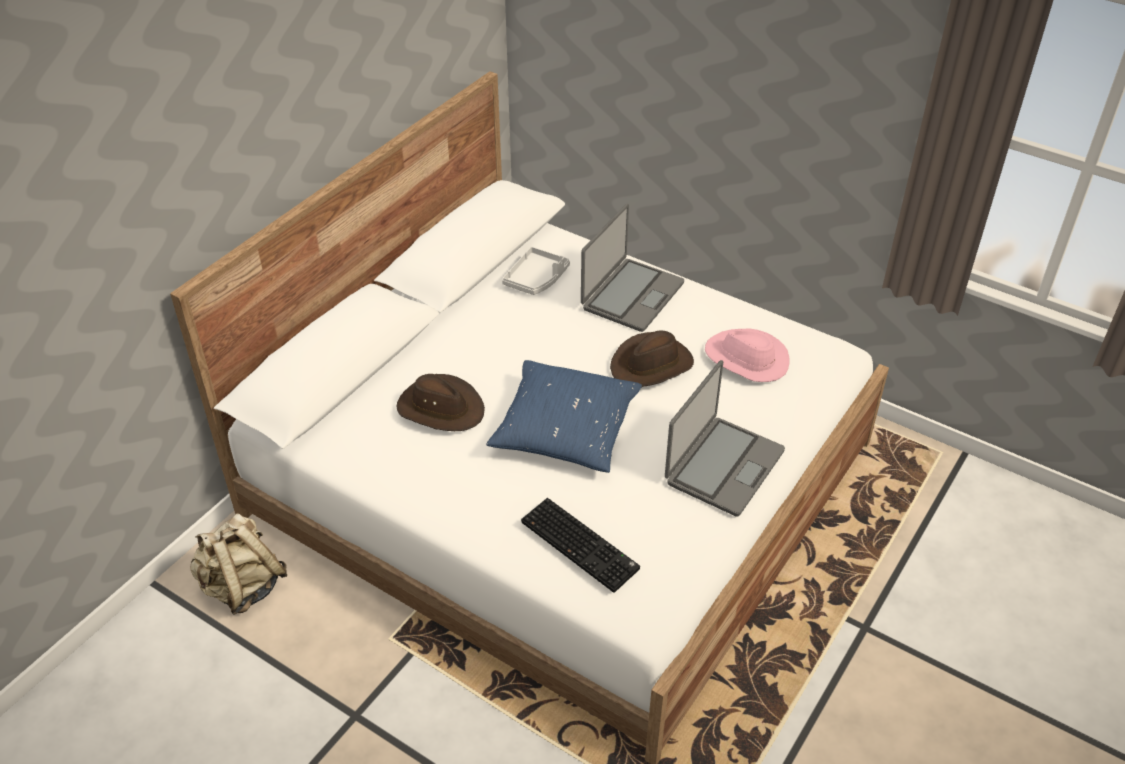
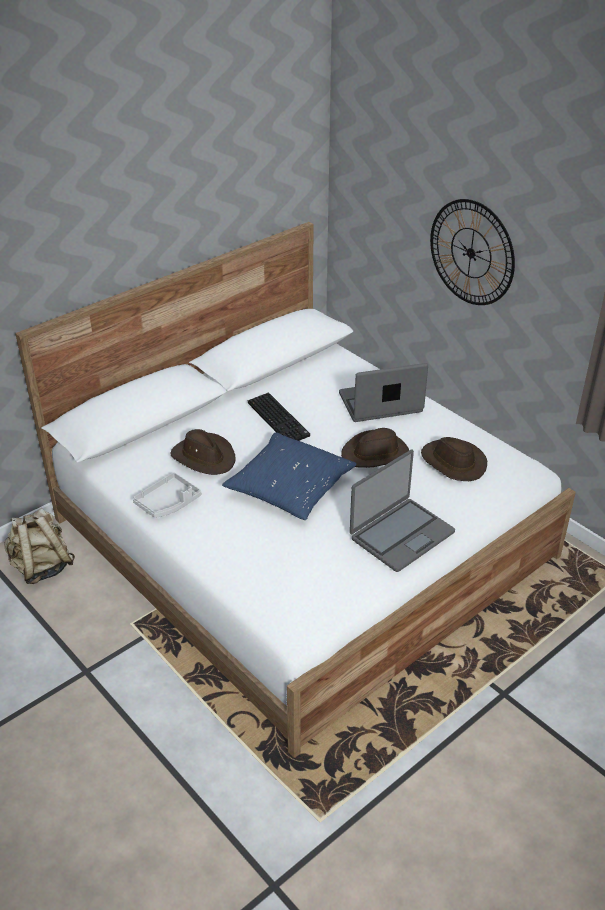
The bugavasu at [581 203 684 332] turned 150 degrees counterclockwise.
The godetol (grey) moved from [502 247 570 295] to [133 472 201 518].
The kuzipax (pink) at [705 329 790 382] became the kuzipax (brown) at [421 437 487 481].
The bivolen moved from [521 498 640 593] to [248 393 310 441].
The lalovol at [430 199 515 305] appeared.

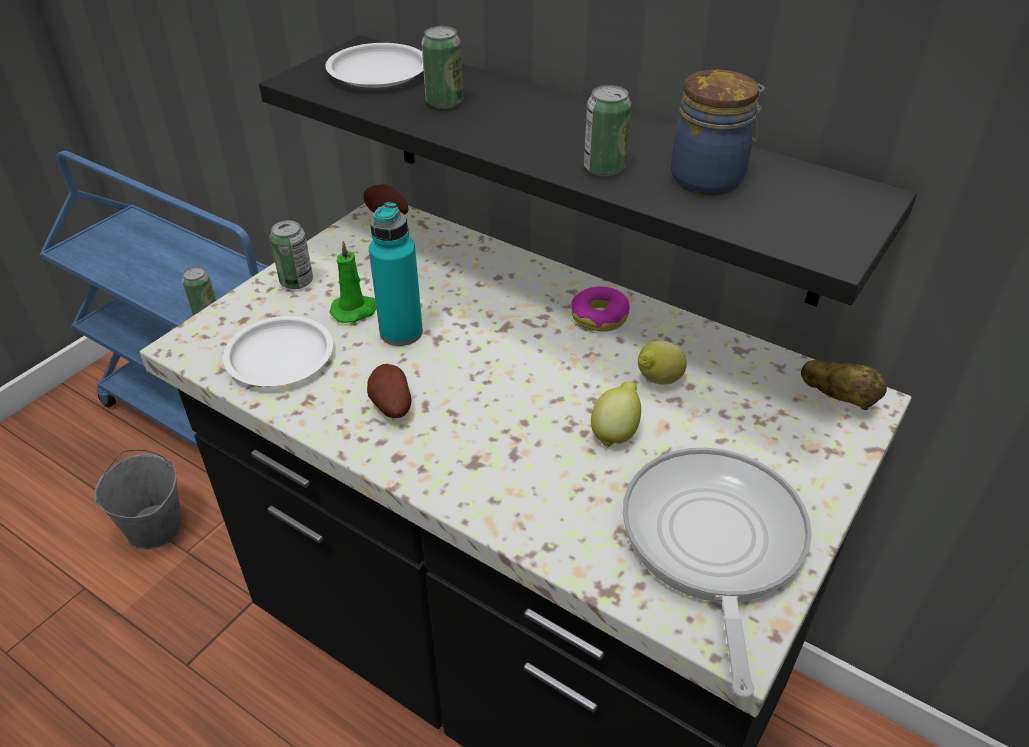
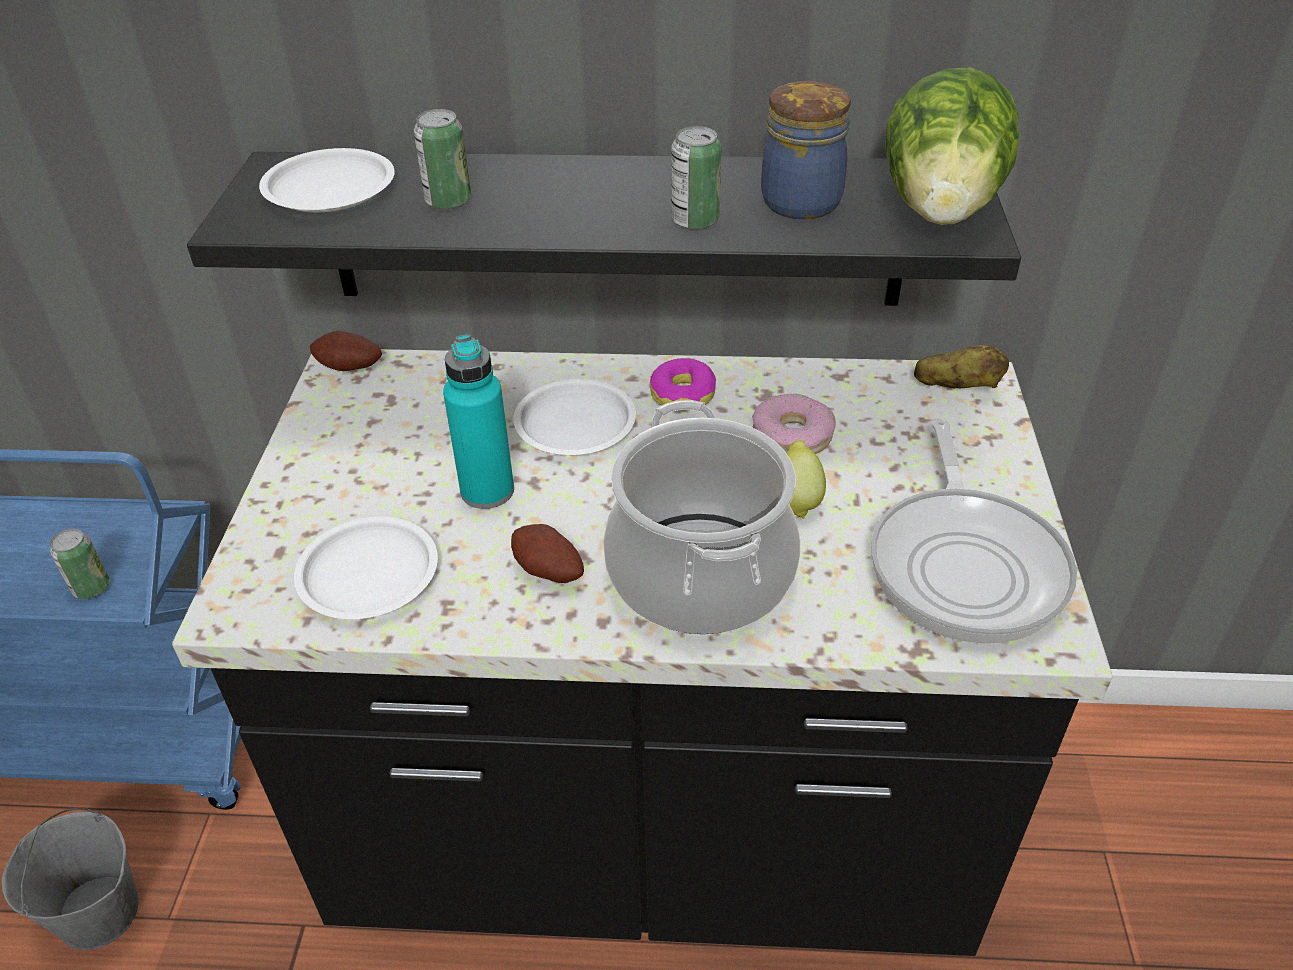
The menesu at [270 220 313 289] disappeared.
The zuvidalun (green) at [330 241 377 323] disappeared.
The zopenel at [638 340 687 385] was replaced by the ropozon at [752 393 836 454].
The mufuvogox at [622 447 812 698] turned 150 degrees counterclockwise.
The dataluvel at [885 68 1019 225] appeared.
The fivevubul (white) at [513 379 636 455] appeared.
The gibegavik at [603 400 800 634] appeared.

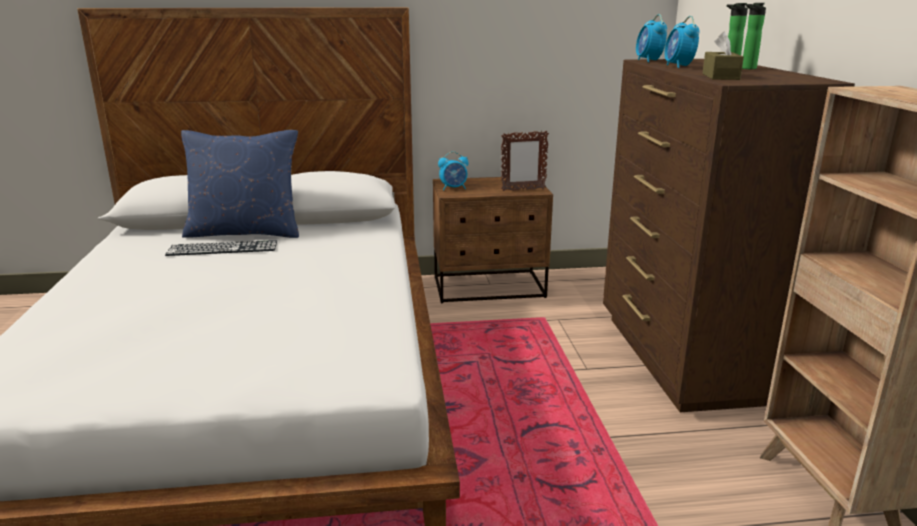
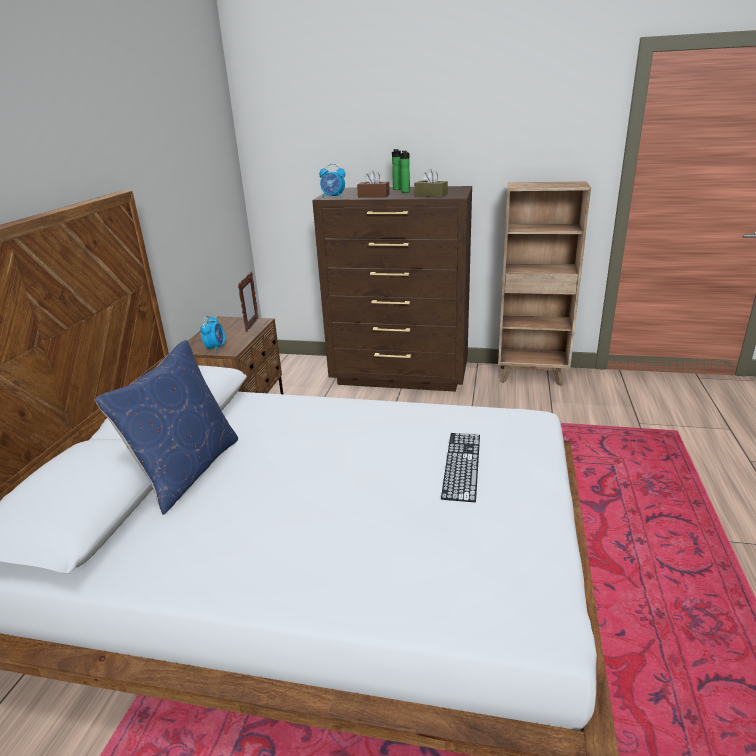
The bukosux at [664 16 699 68] was replaced by the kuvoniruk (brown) at [357 170 390 198].
The bivolen moved from [165 240 277 256] to [441 433 480 502].

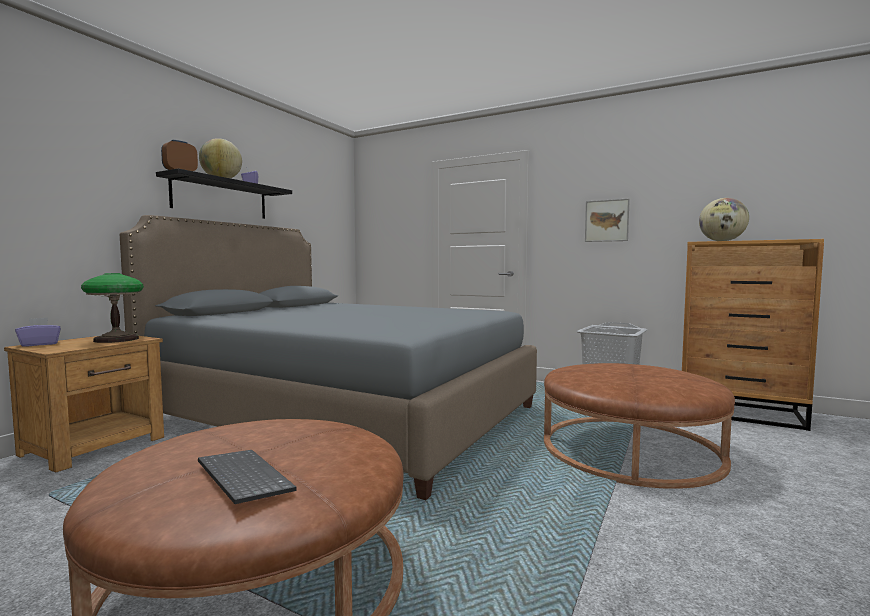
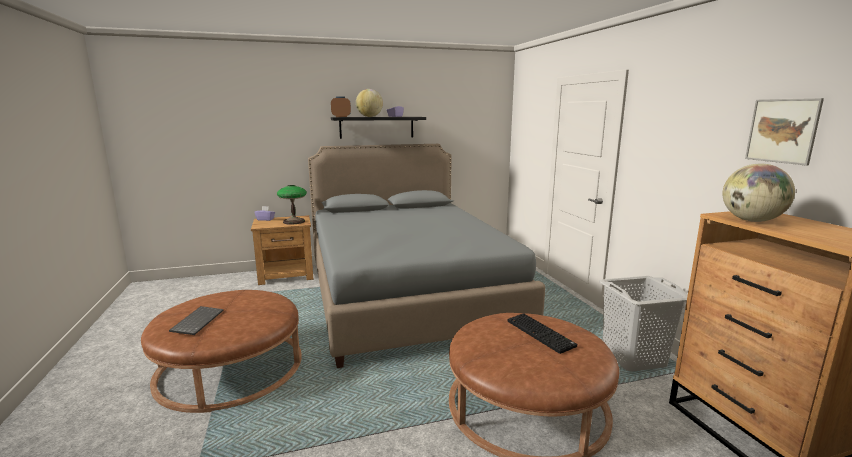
The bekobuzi moved from [585 198 630 242] to [745 98 824 166].
The bivolen at [507 313 577 354] appeared.

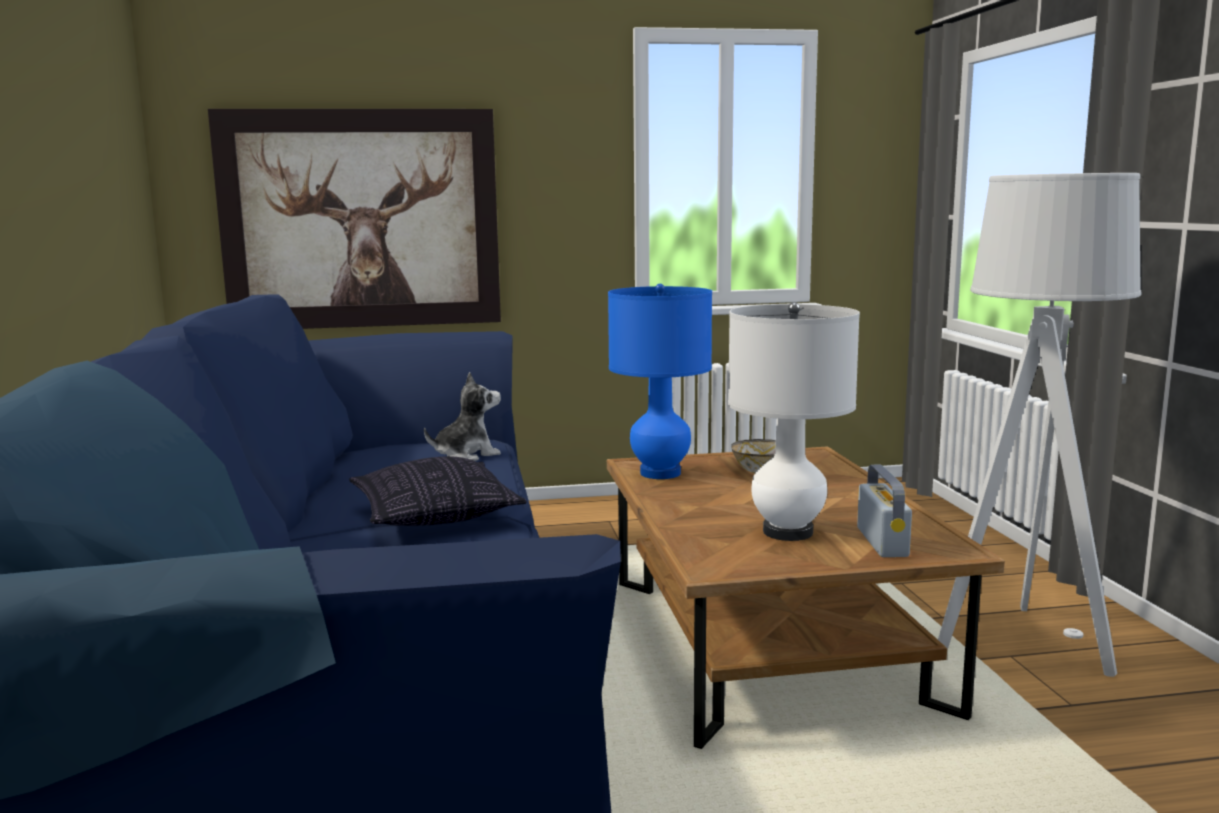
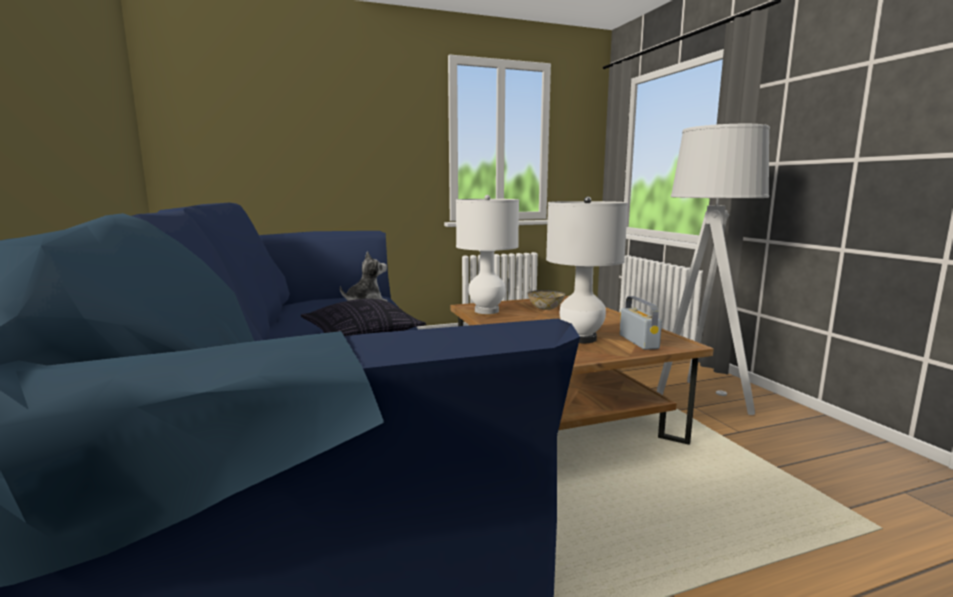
The bekobuzi at [208 109 501 329] disappeared.
The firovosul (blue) at [608 284 712 479] became the firovosul (white) at [456 195 519 314].

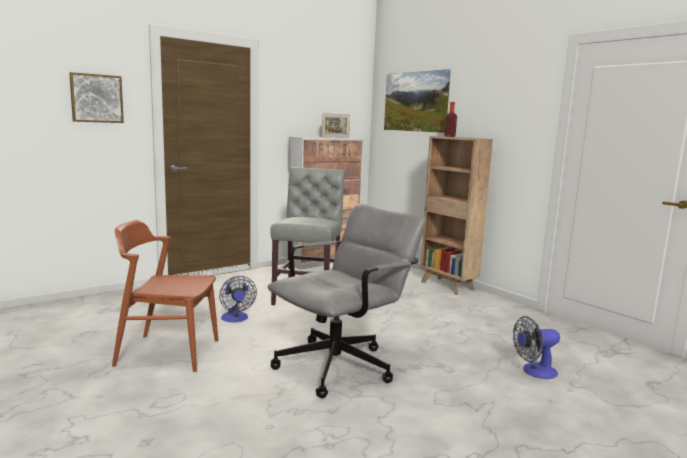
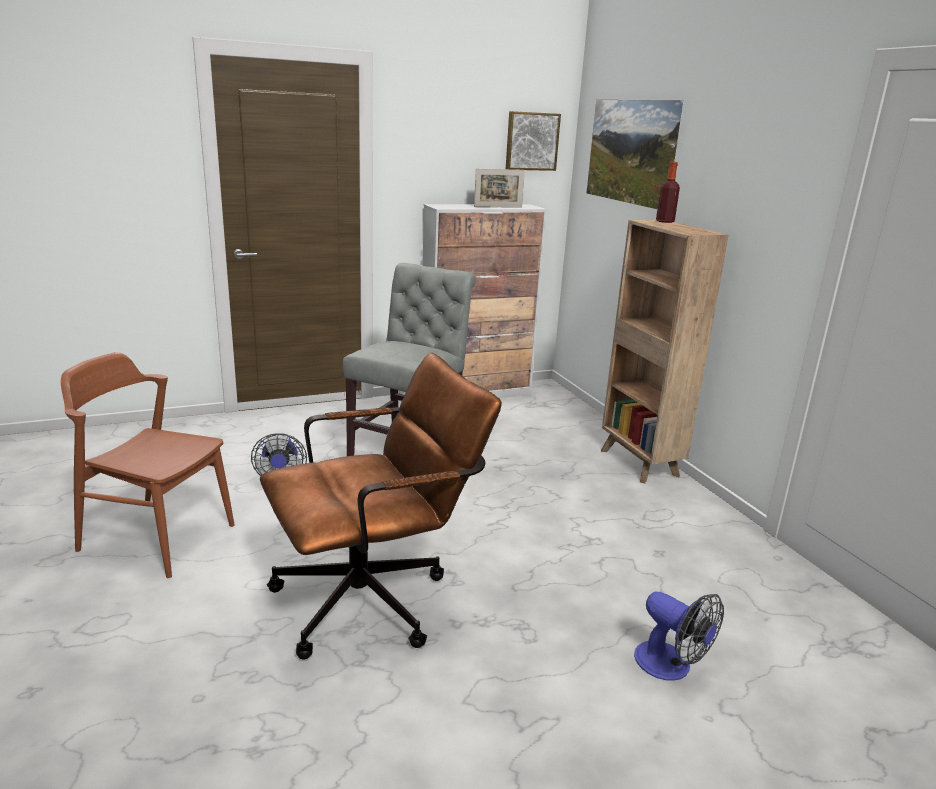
The bekobuzi moved from [69 72 124 123] to [506 111 561 171].
The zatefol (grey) at [268 204 427 398] became the zatefol (brown) at [260 353 502 660].
The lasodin at [513 316 560 379] turned 135 degrees counterclockwise.

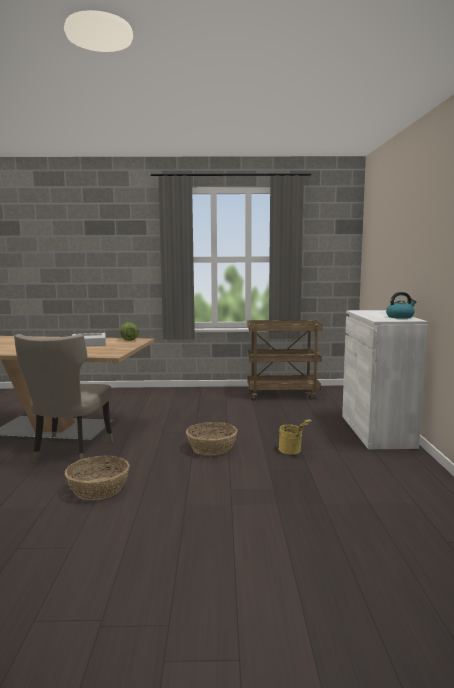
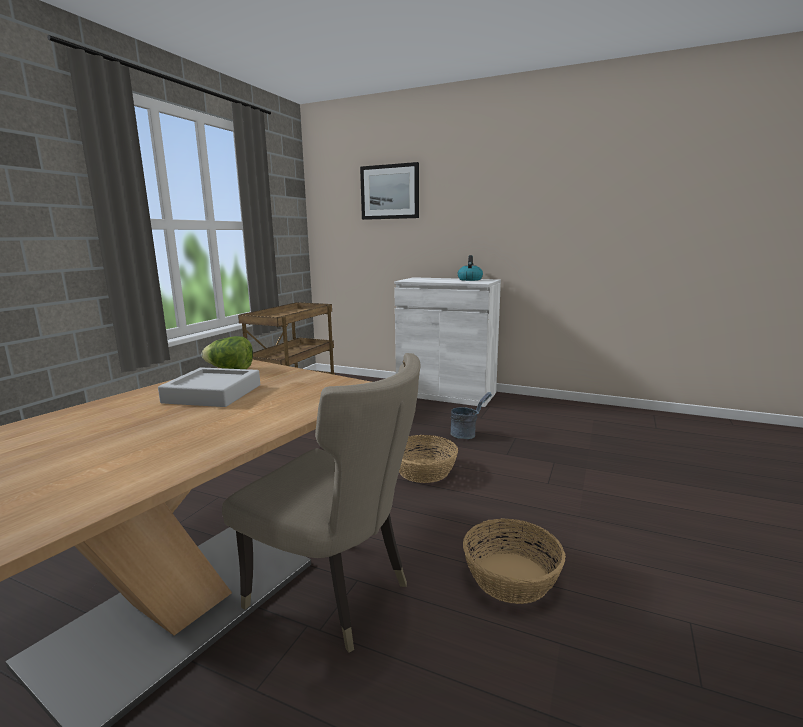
The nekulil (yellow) at [279 419 312 455] became the nekulil (grey) at [451 392 492 439].
The bekobuzi at [360 162 419 220] appeared.

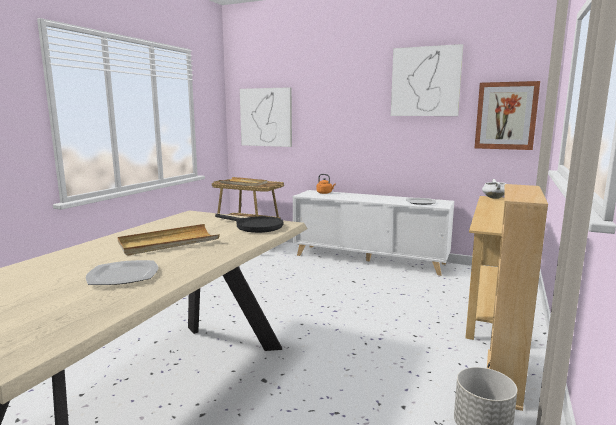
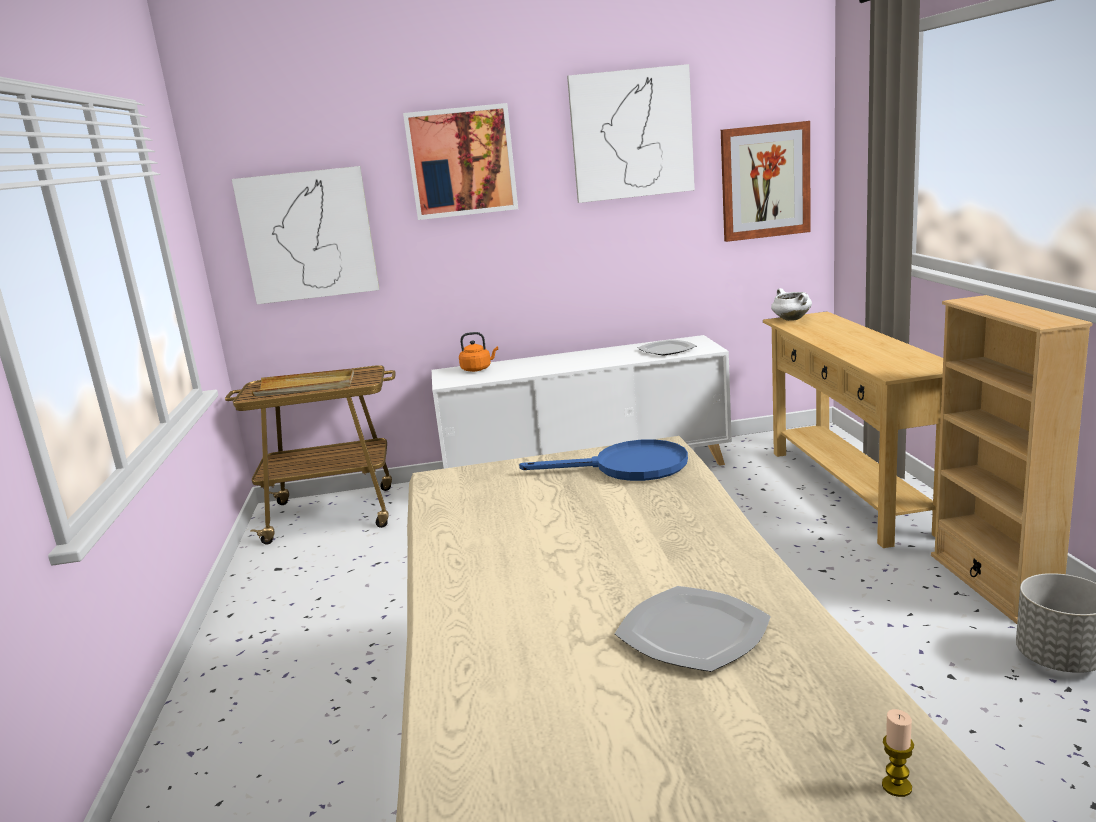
The mufuvogox (black) at [215 214 283 233] became the mufuvogox (blue) at [519 439 688 481].
The godetol (beige) at [117 224 220 256] disappeared.
The bekobuzi at [403 103 518 220] appeared.
The zuvidalun at [882 709 914 797] appeared.

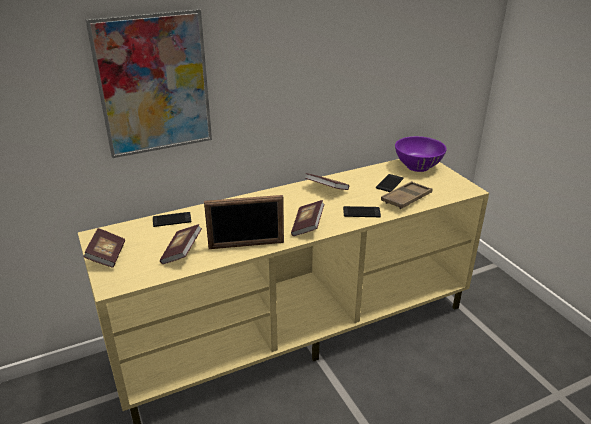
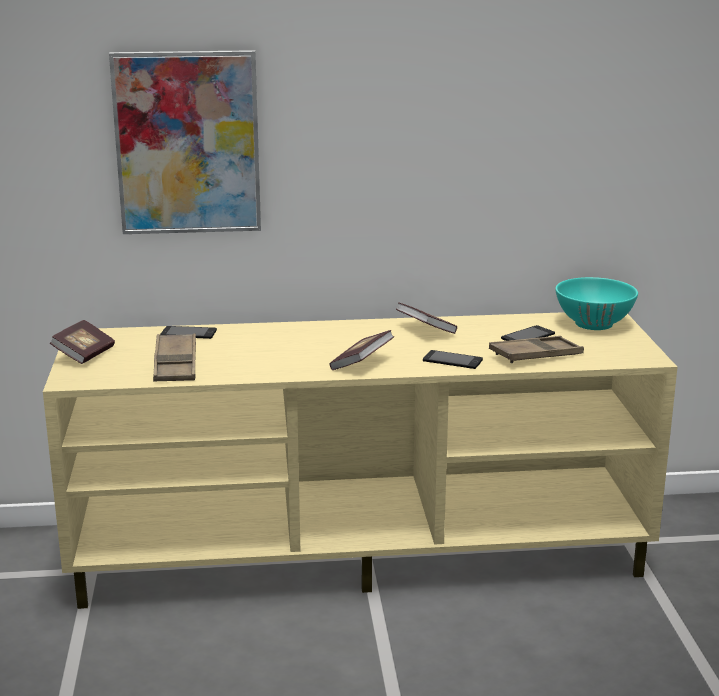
The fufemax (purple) at [395 136 447 172] became the fufemax (turquoise) at [555 277 638 330].
The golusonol at [204 195 284 249] disappeared.
The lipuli at [160 224 202 264] was replaced by the godetol (brown) at [153 333 196 382].

